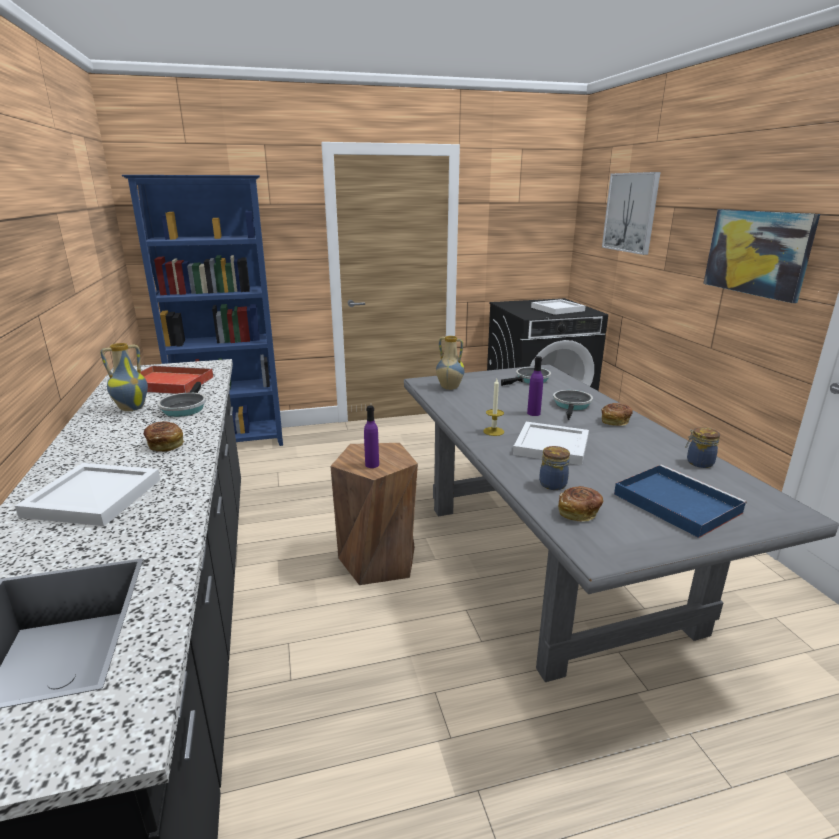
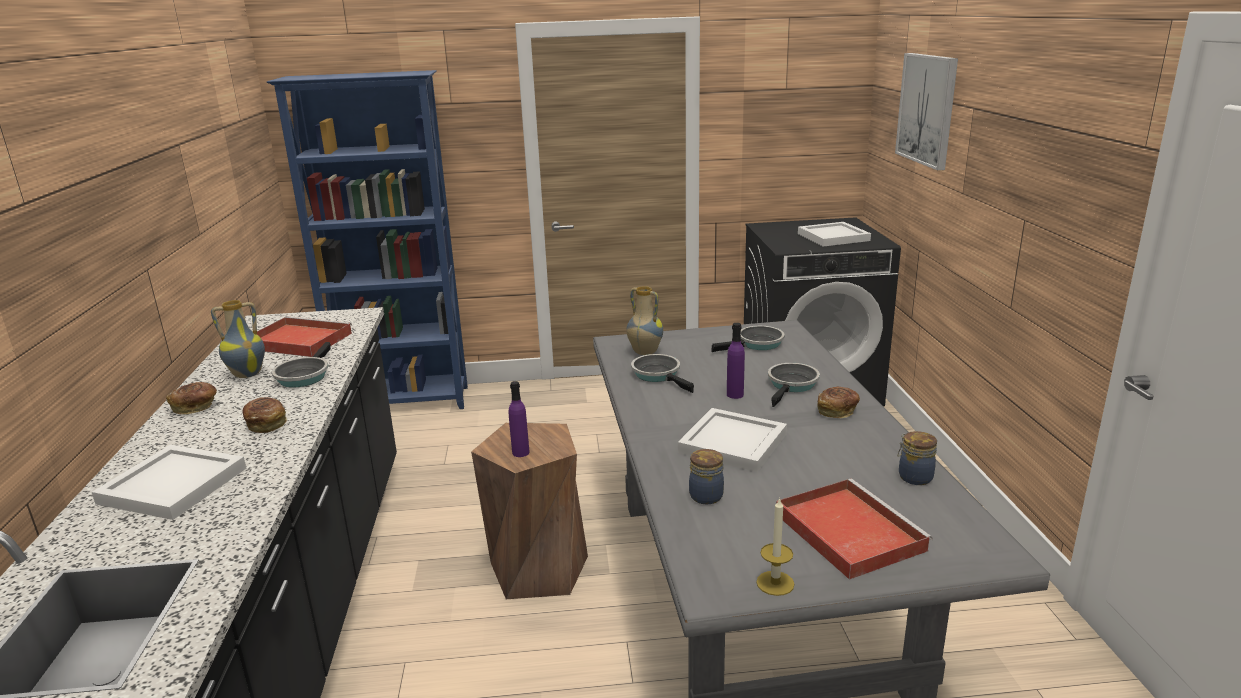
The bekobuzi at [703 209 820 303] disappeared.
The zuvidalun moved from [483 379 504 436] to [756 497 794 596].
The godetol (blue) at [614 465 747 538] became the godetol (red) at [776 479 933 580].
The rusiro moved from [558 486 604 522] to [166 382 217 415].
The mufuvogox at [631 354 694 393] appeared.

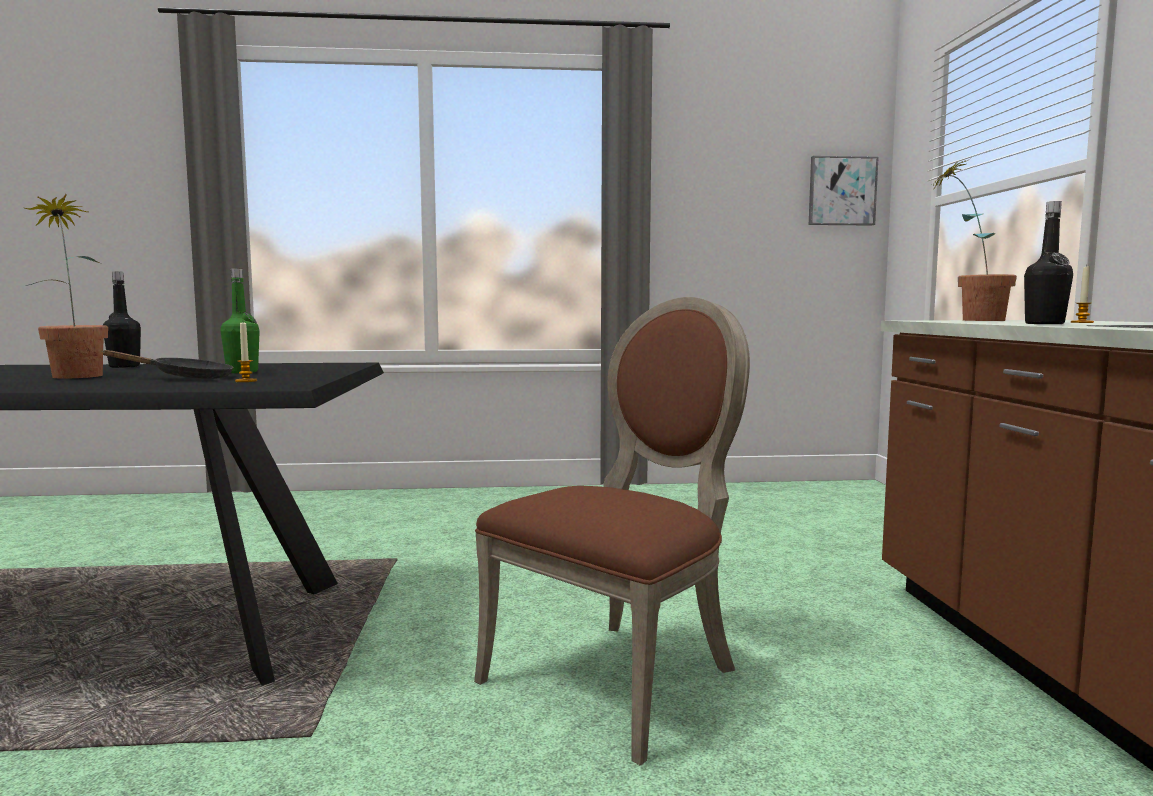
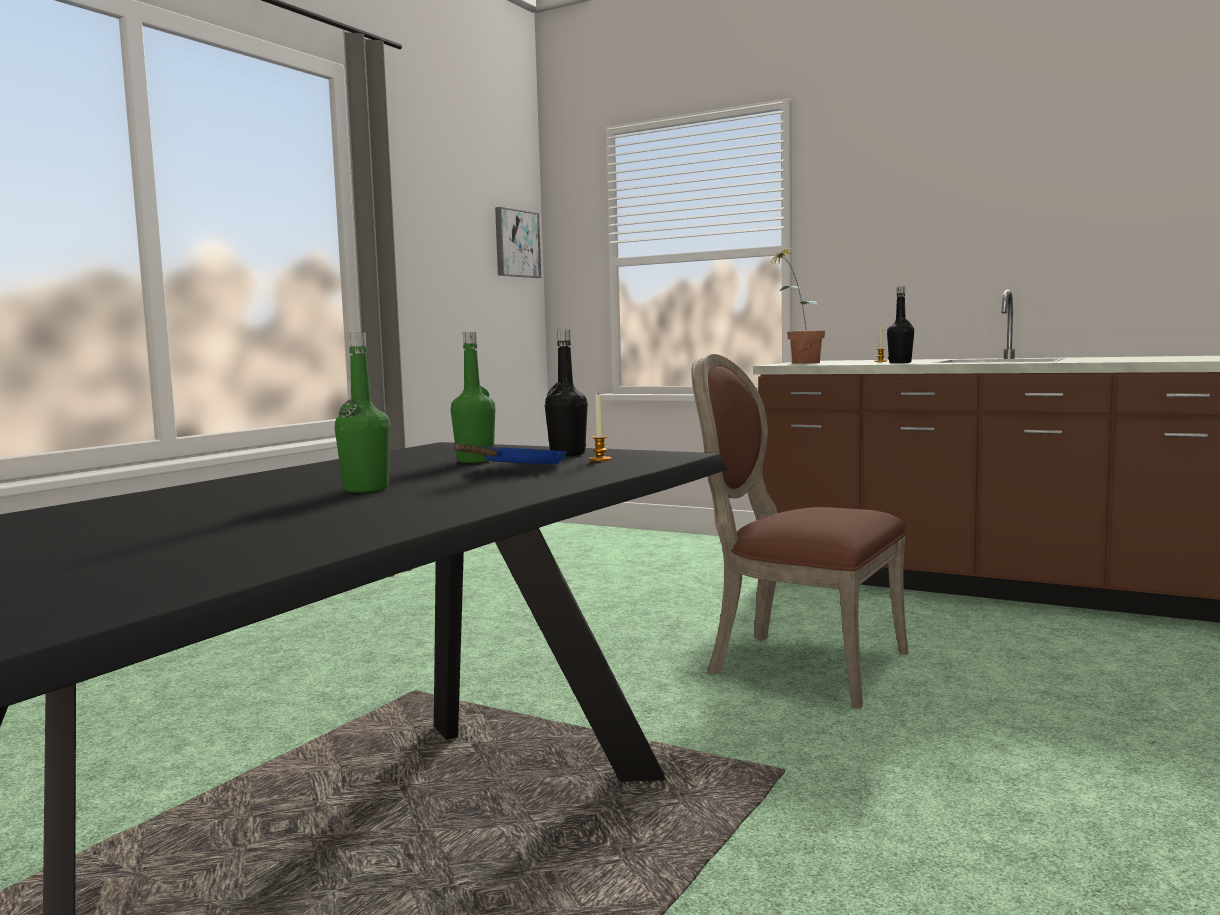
The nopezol at [24 194 108 379] was replaced by the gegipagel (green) at [335 332 391 493].
The gegipagel (black) moved from [103 271 141 368] to [545 330 588 456].
The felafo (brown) at [474 297 750 766] turned 45 degrees counterclockwise.
The mufuvogox (black) at [102 350 233 379] became the mufuvogox (blue) at [454 443 567 465].

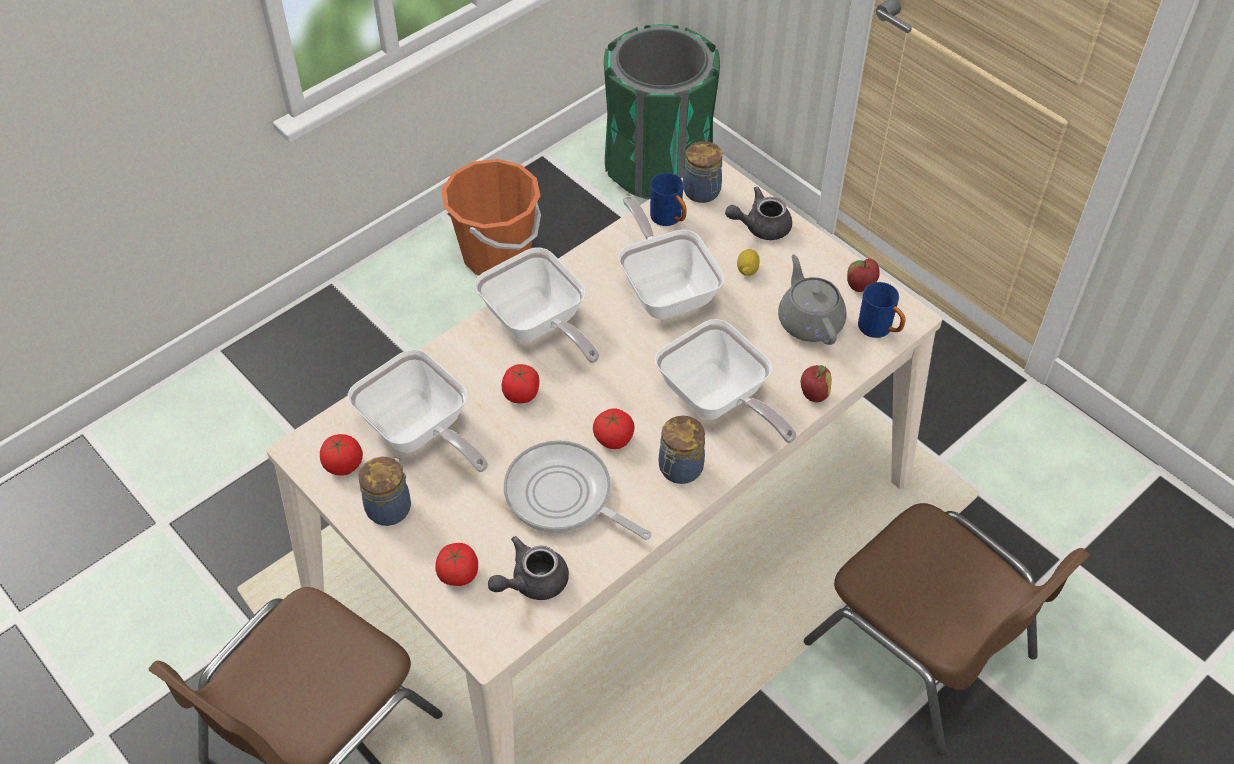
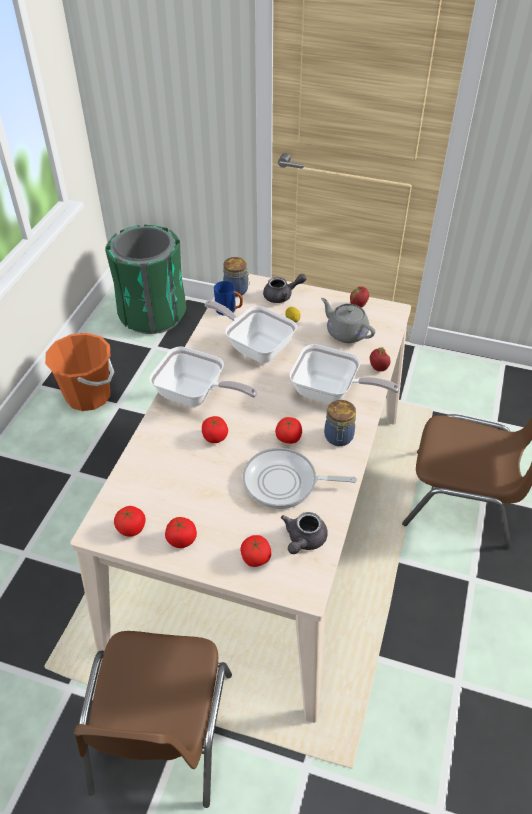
The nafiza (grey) at [725 187 792 240] turned 150 degrees counterclockwise.
The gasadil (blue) at [858 282 905 338] disappeared.
The mufuvogox at [348 349 488 472] disappeared.
The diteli at [358 456 411 526] was replaced by the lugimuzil at [165 517 197 548].

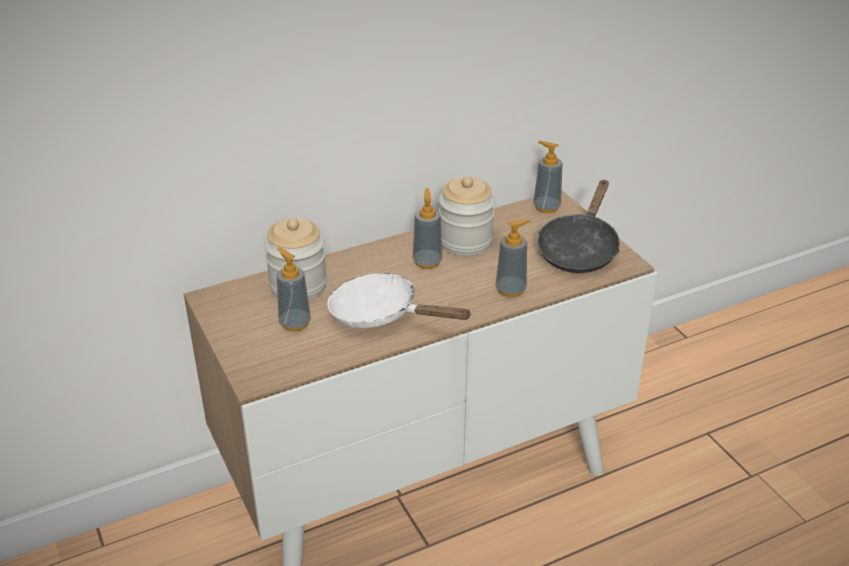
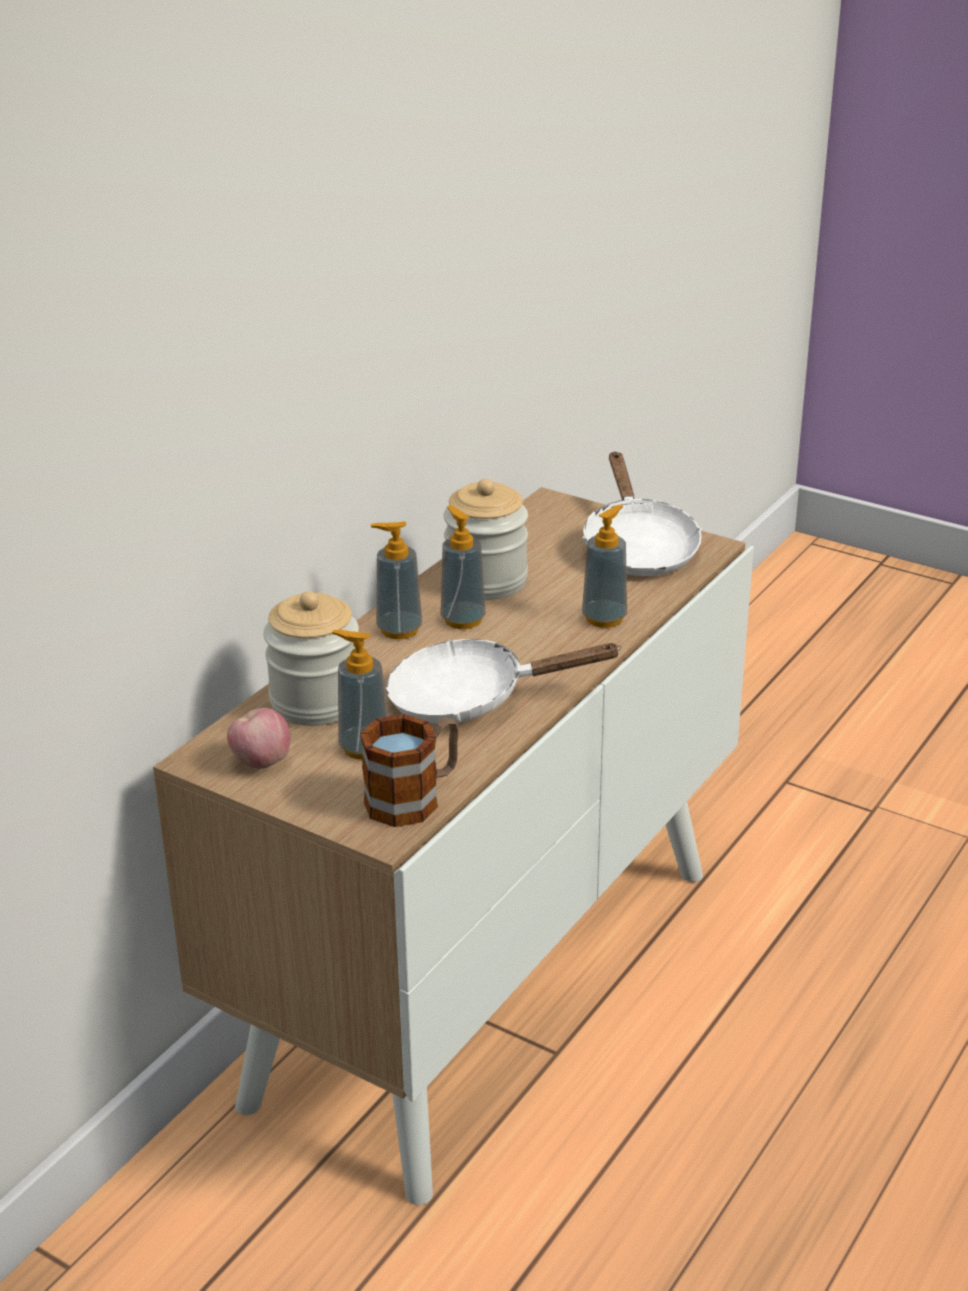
The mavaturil moved from [533 141 562 213] to [371 522 422 639].
The mufuvogox (black) at [537 180 620 273] became the mufuvogox (white) at [582 452 702 576].
The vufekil at [227 708 290 769] appeared.
The gasadil at [360 714 459 827] appeared.

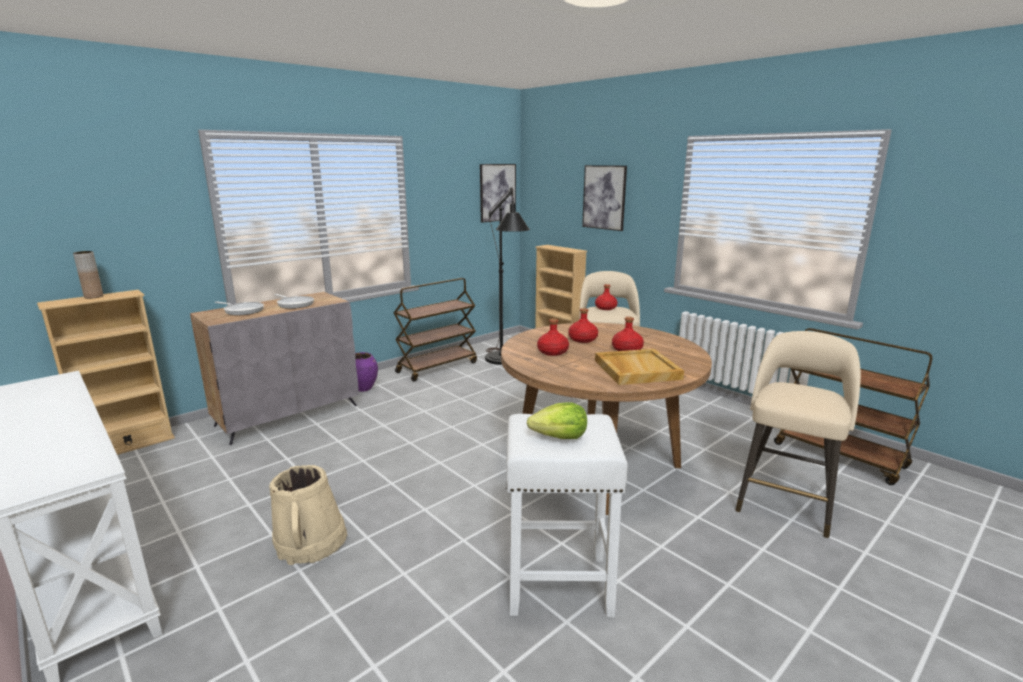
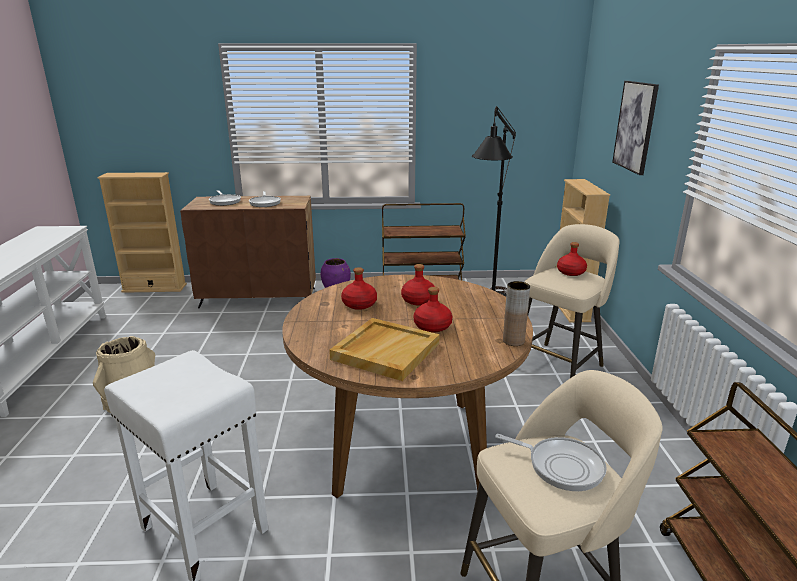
The bekobuzi at [480 164 516 223] disappeared.
The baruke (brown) moved from [73 251 104 299] to [503 281 530 346].
The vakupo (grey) at [190 292 359 445] became the vakupo (brown) at [180 196 316 308].
The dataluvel at [527 402 587 439] disappeared.
The mufuvogox at [495 434 607 491] appeared.

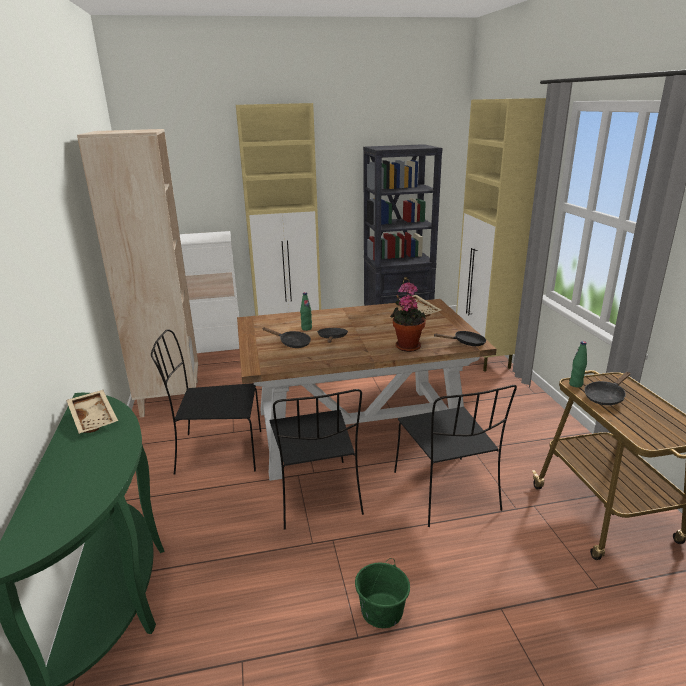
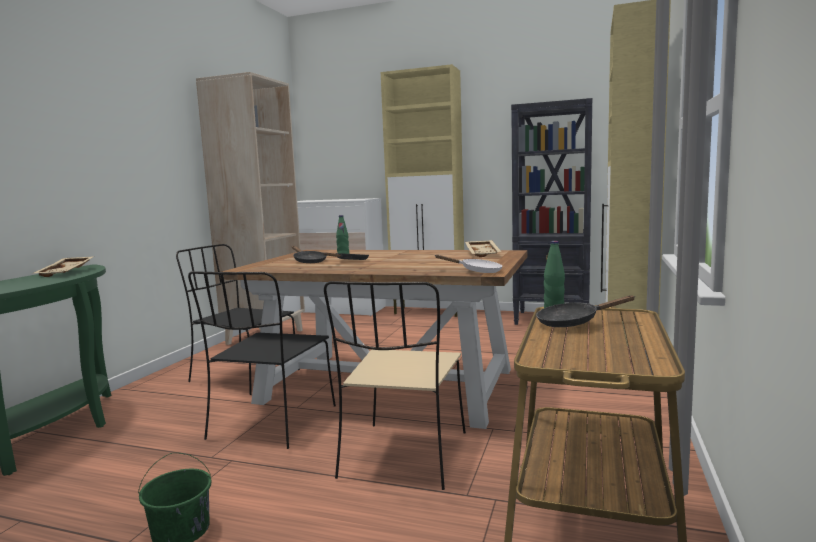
The nopezol at [390 282 426 352] disappeared.
The mufuvogox (black) at [433 331 486 346] became the mufuvogox (white) at [436 255 502 273].
The felafo (black) at [394 385 517 527] became the felafo (beige) at [324 281 466 490].

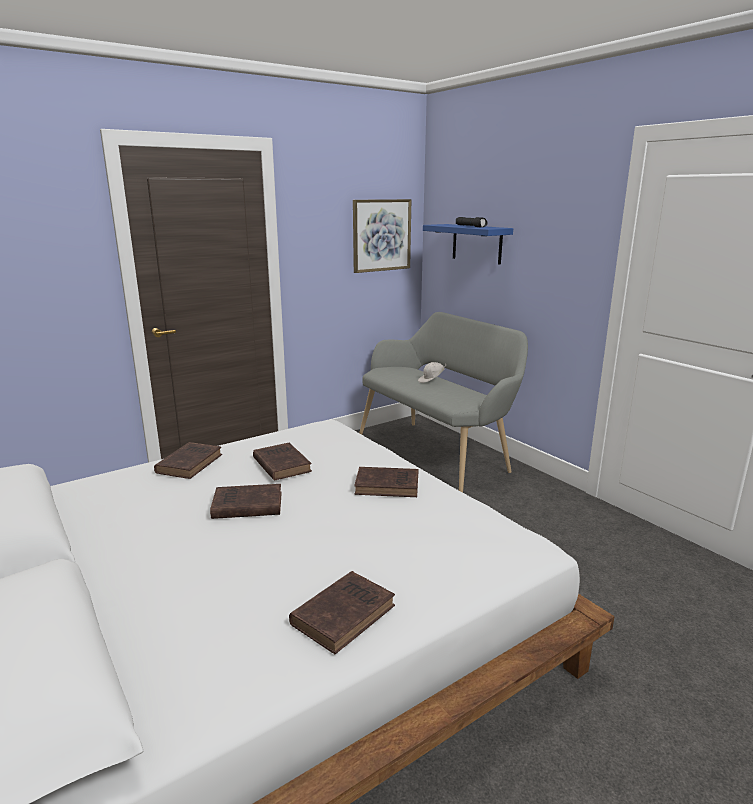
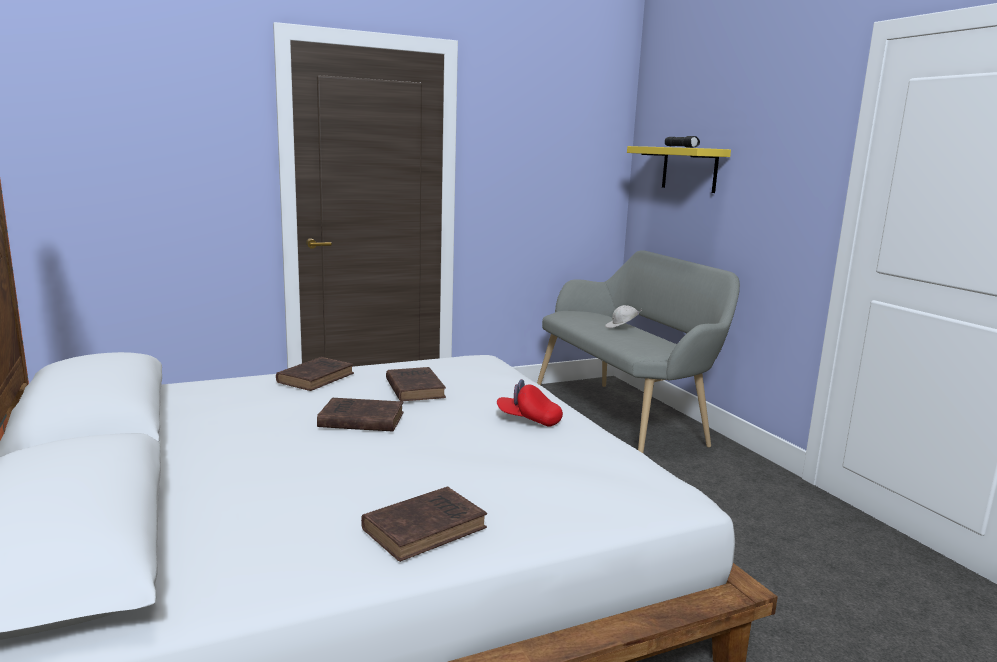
The bekobuzi at [353 199 411 273] disappeared.
The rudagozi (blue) at [423 224 513 265] became the rudagozi (yellow) at [627 146 731 193].
The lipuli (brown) at [354 467 419 497] was replaced by the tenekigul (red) at [497 379 563 427].

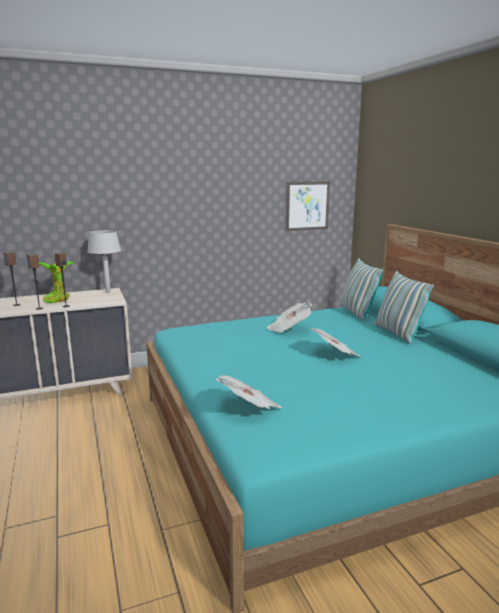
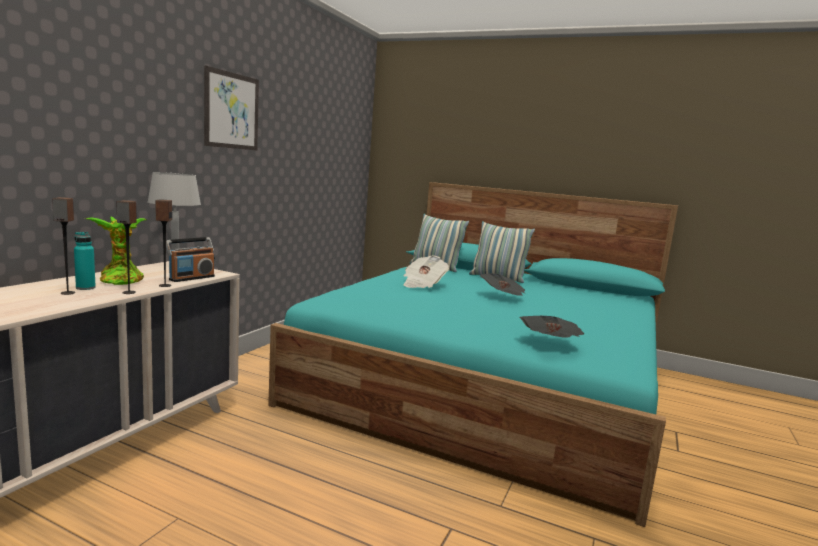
The bekobuzi moved from [286 181 330 231] to [204 66 259 150].
The gegipagel (turquoise) at [74 232 96 290] appeared.
The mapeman at [166 237 215 282] appeared.

